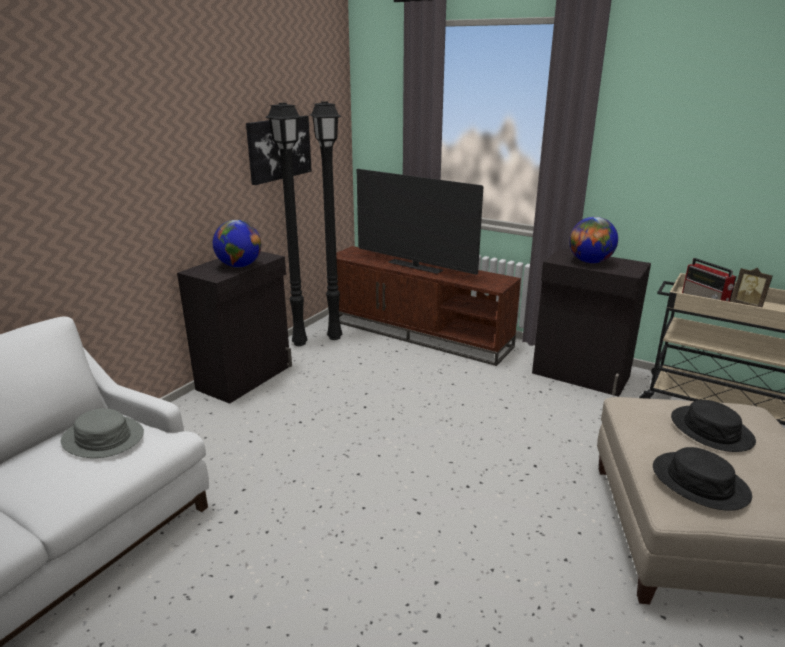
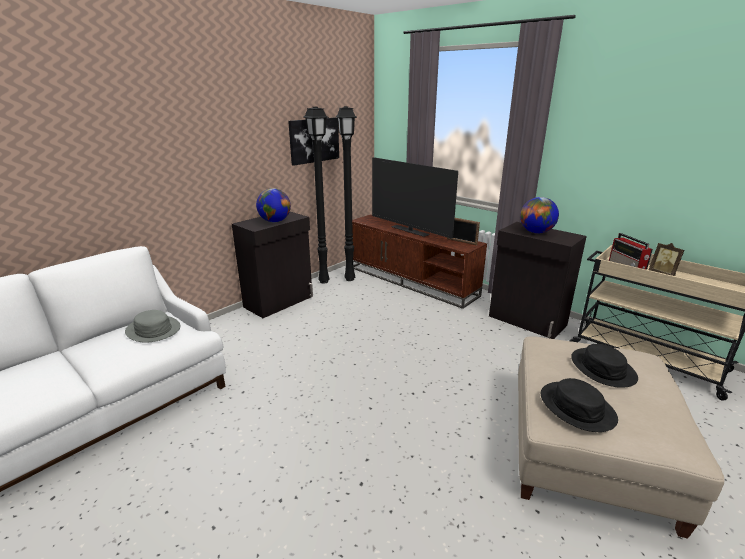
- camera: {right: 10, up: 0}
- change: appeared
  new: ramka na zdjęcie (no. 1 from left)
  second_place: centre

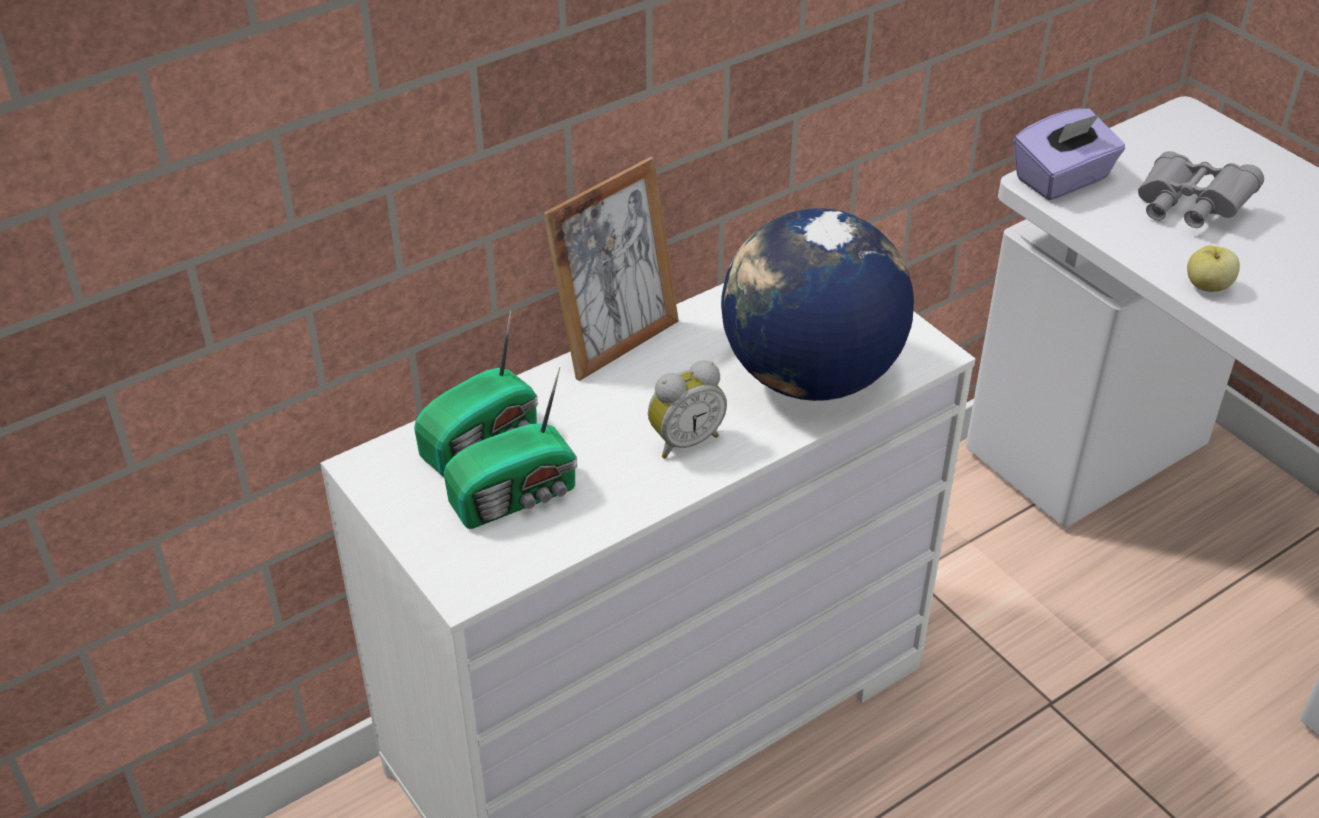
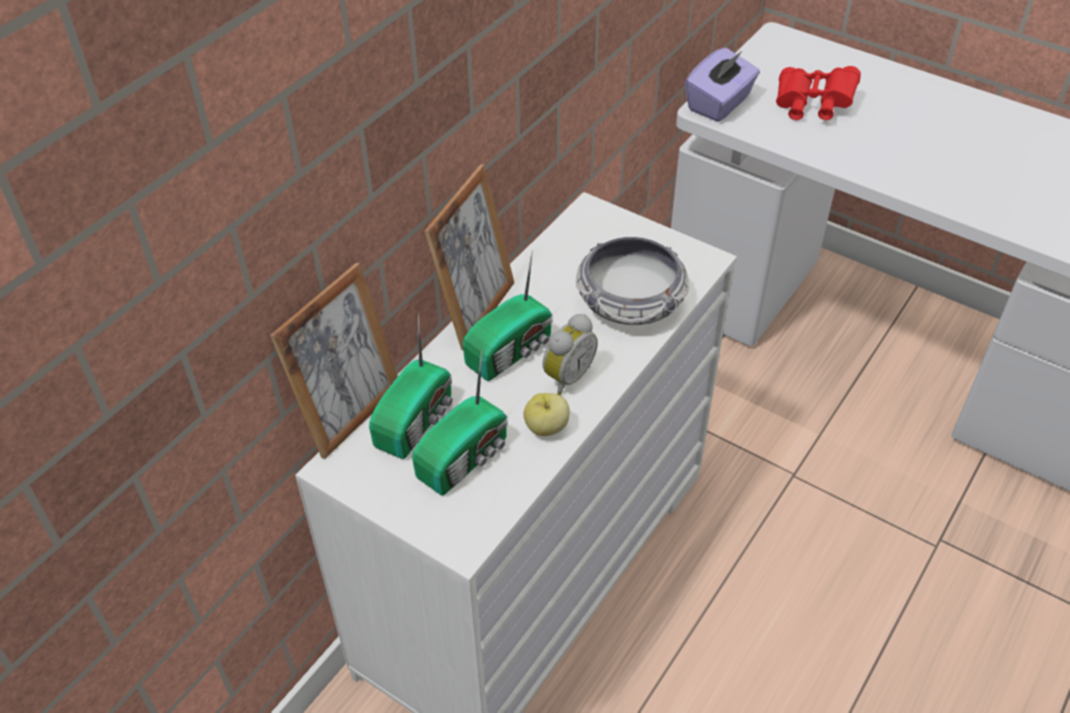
- camera: {right: -20, up: 5}
- change: exchanged
  old: globus
  new: miska
  first_place: centre
  second_place: centre
- change: colour
  old: lornetka [szary]
  new: lornetka [czerwony]
  first_place: top right
  second_place: top right
- change: relocated
  old: jabłko
  first_place: top right
  second_place: centre
- change: appeared
  new: ramka na zdjęcie (no. 1 from left)
  second_place: middle left
- change: appeared
  new: radio (no. 3 from left)
  second_place: centre

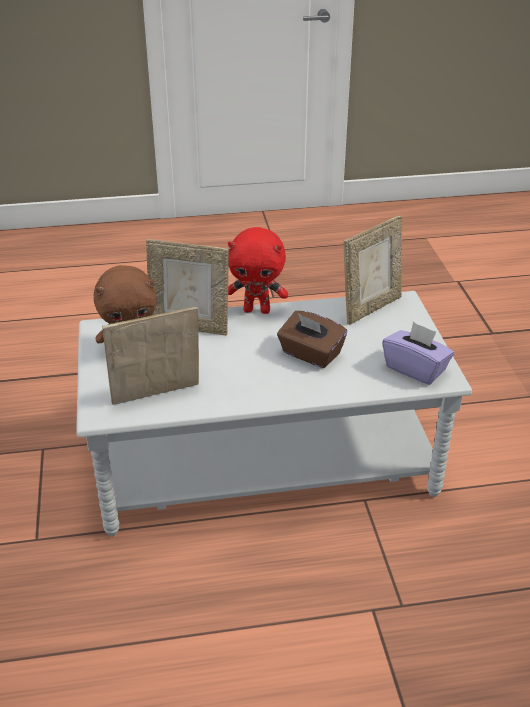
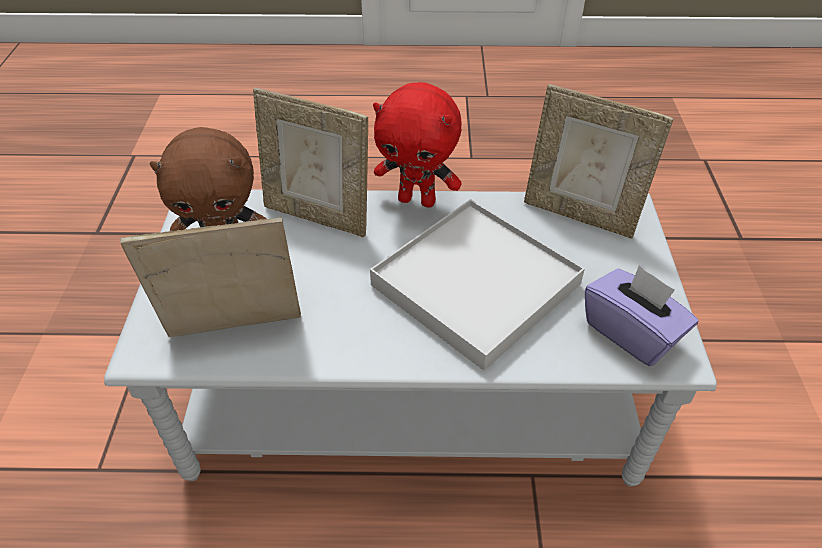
- camera: {right: 10, up: 10}
- change: exchanged
  old: pudełko chusteczek [brązowy]
  new: taca [biały]
  first_place: centre
  second_place: centre
- change: spun
  old: ramka na zdjęcie (no. 3 from left)
  first_place: middle right
  second_place: top right
  degrees: 60

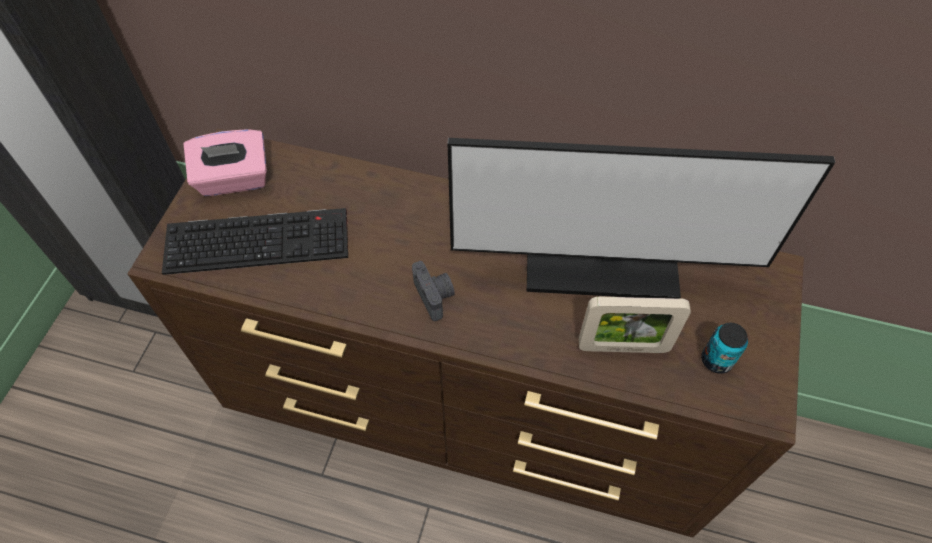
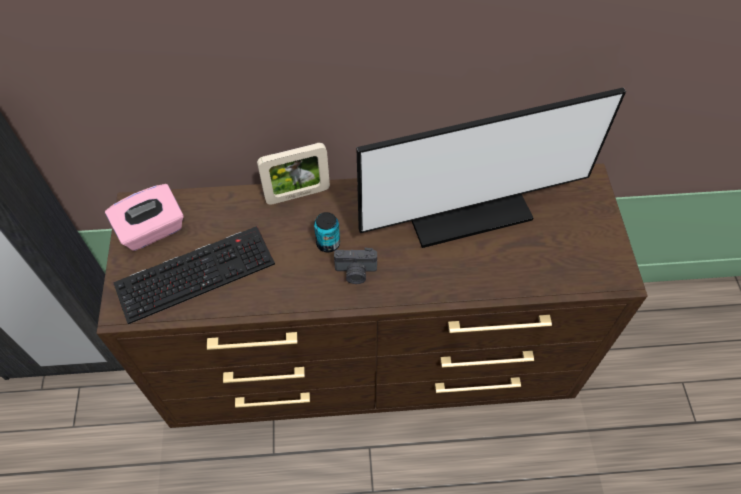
- camera: {right: -20, up: 0}
- change: spun
  old: aparat fotograficzny
  first_place: centre
  second_place: centre
  degrees: 135
- change: relocated
  old: ramka na zdjęcie
  first_place: middle right
  second_place: centre
- change: relocated
  old: puszka
  first_place: middle right
  second_place: centre

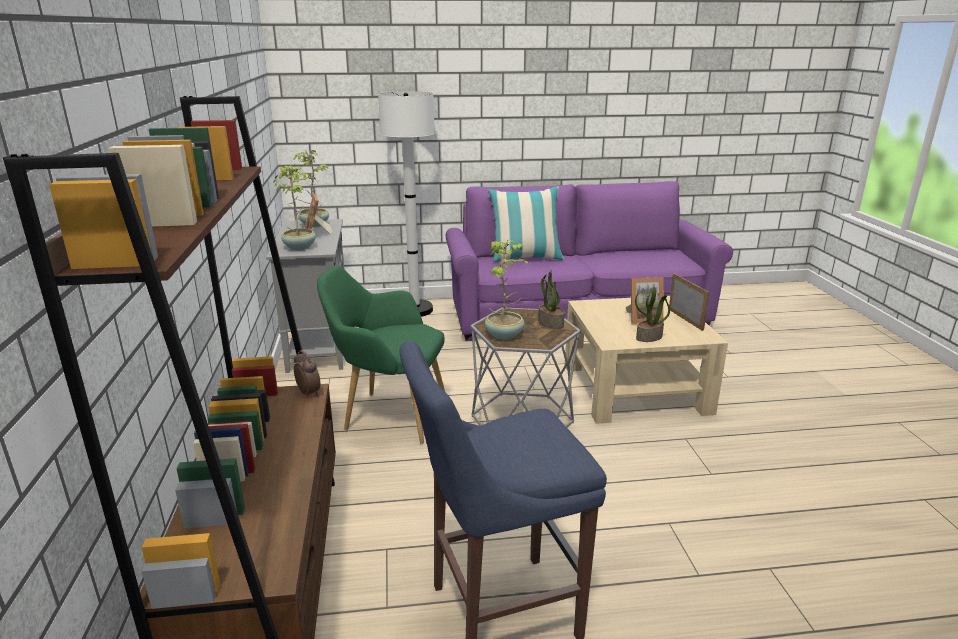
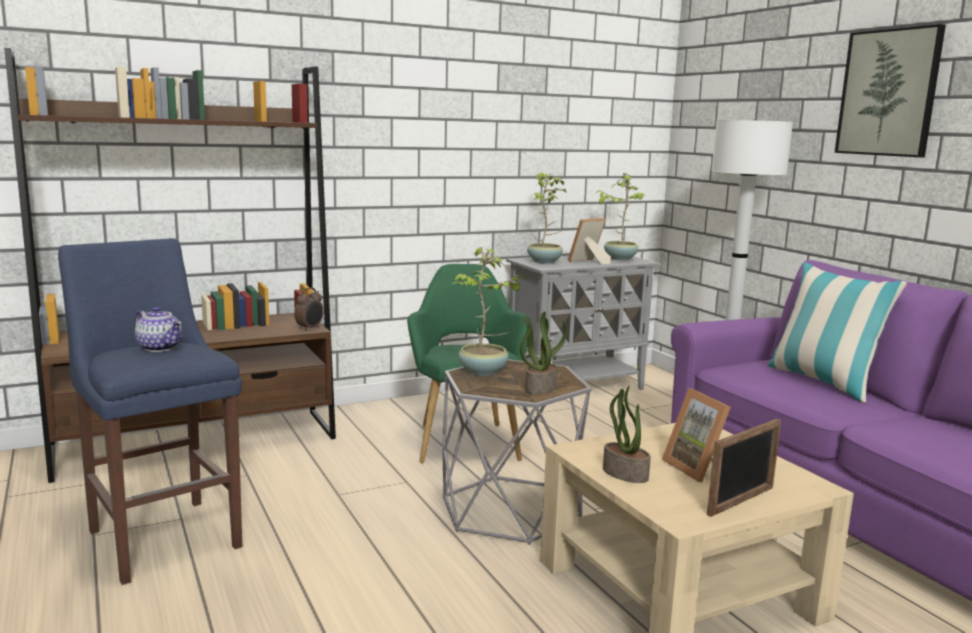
- camera: {right: 70, up: -10}
- change: appeared
  new: imbryk
  second_place: middle left
- change: appeared
  new: obraz
  second_place: top right

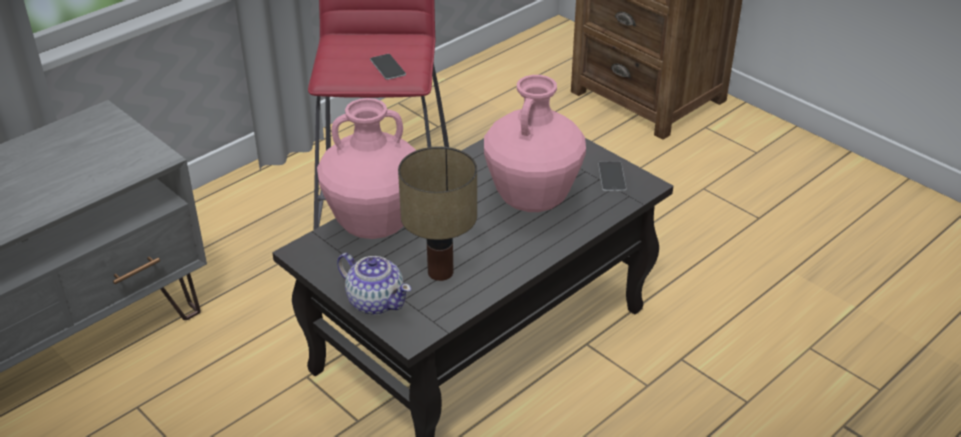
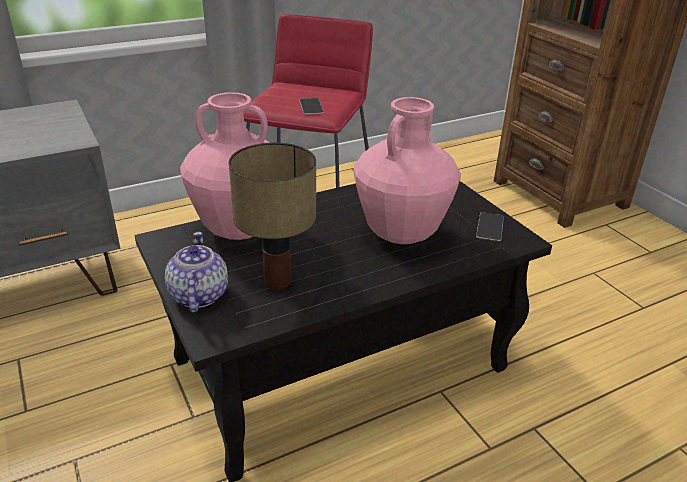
- camera: {right: 15, up: -5}
- change: spun
  old: imbryk
  first_place: centre
  second_place: middle left
  degrees: -150

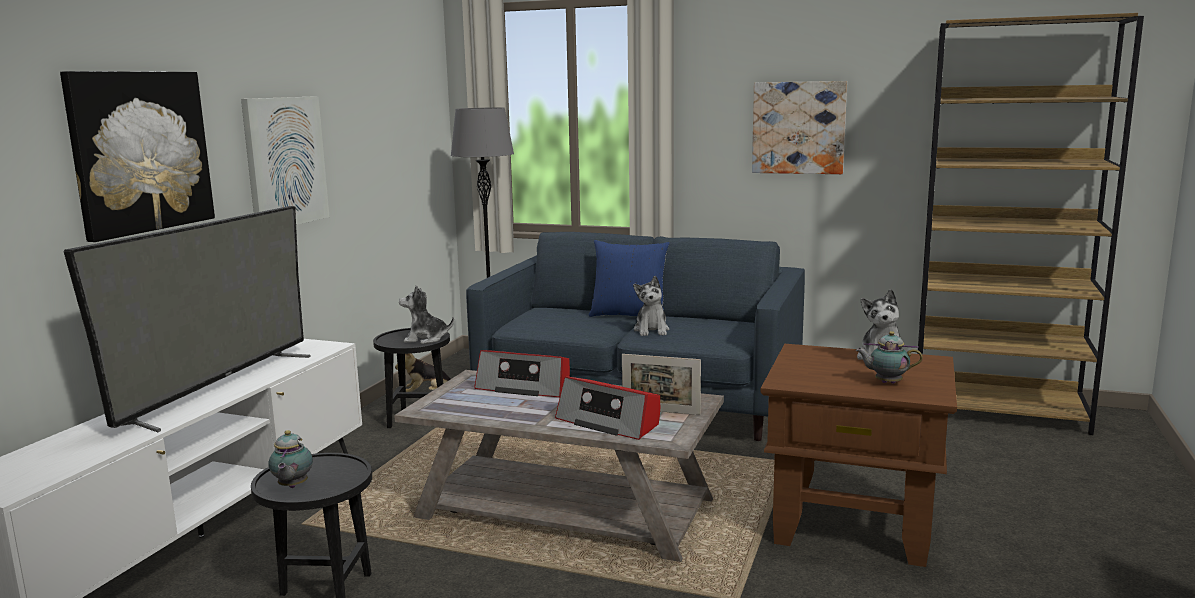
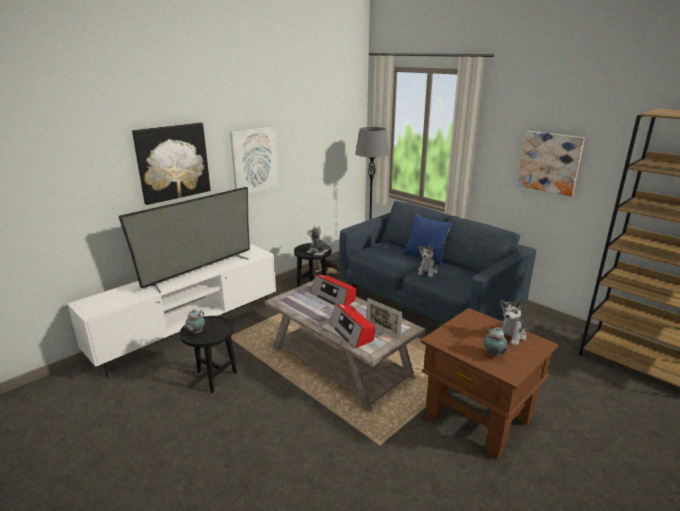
- camera: {right: 25, up: 10}
- change: spun
  old: imbryk (no. 2 from left)
  first_place: middle right
  second_place: bottom right
  degrees: -150

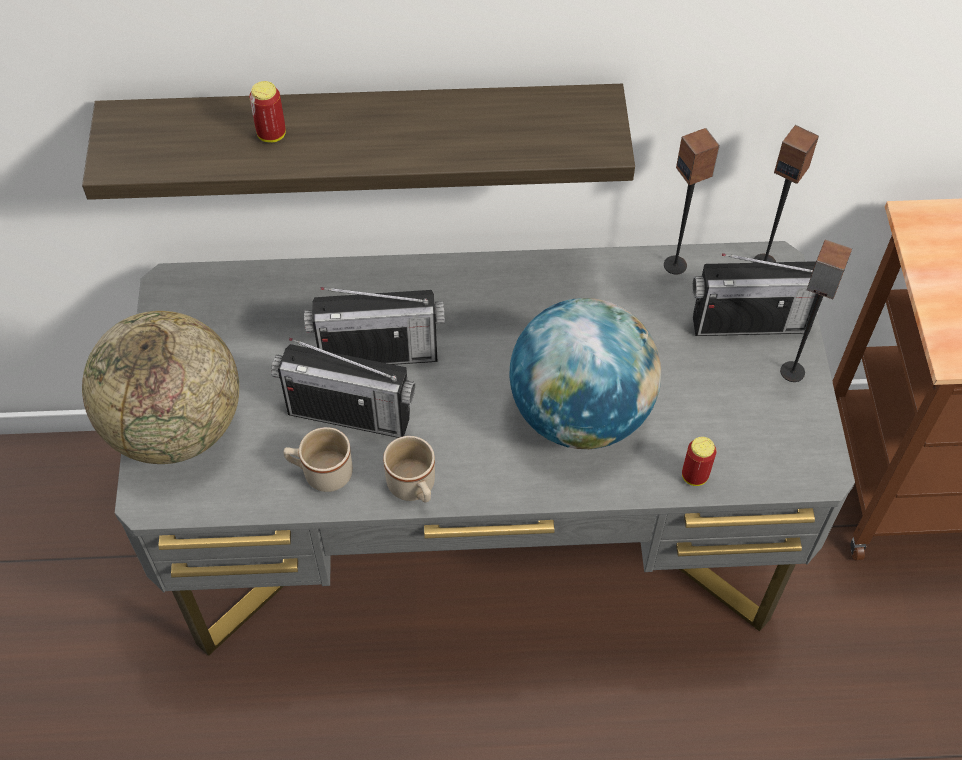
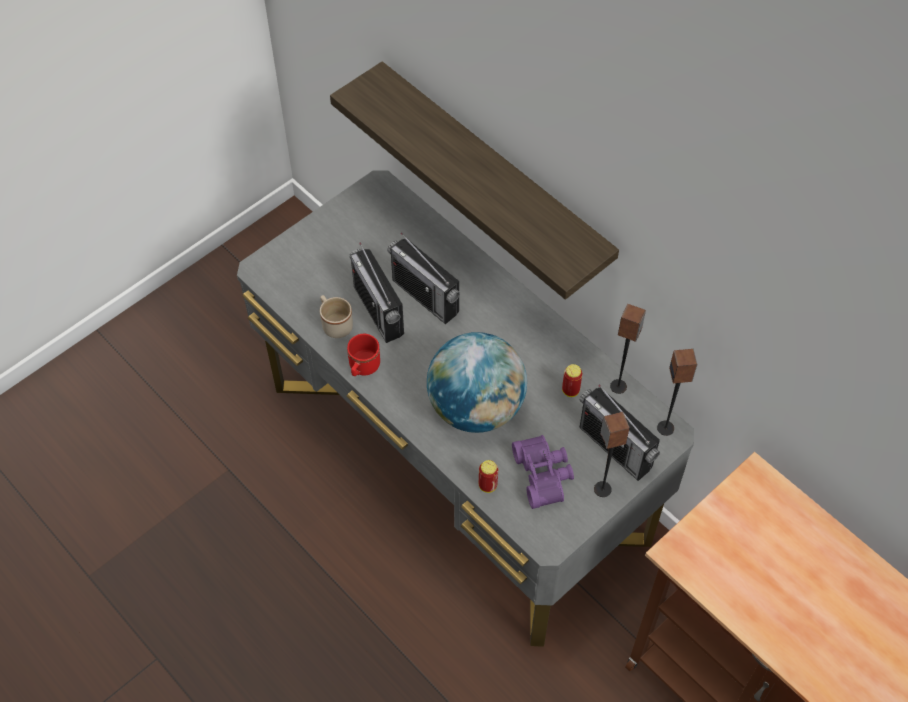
- camera: {right: 50, up: 0}
- change: missing
  old: globus (no. 1 from left)
  first_place: middle left
- change: relocated
  old: puszka (no. 1 from left in the first image)
  new: puszka (no. 2 from left)
  first_place: top left
  second_place: centre
- change: colour
  old: kubek [beżowy] (no. 2 from left)
  new: kubek [czerwony]
  first_place: centre
  second_place: centre
- change: appeared
  new: lornetka [fioletowy]
  second_place: bottom centre

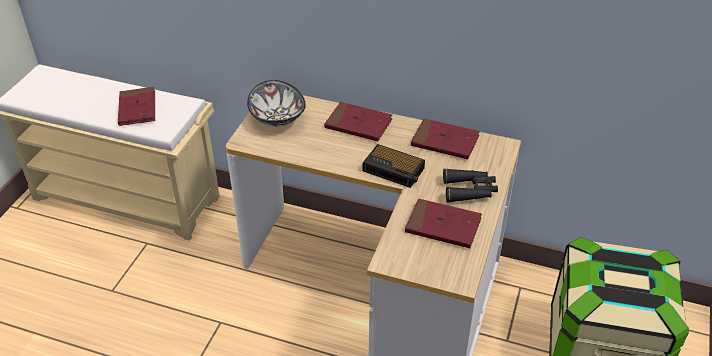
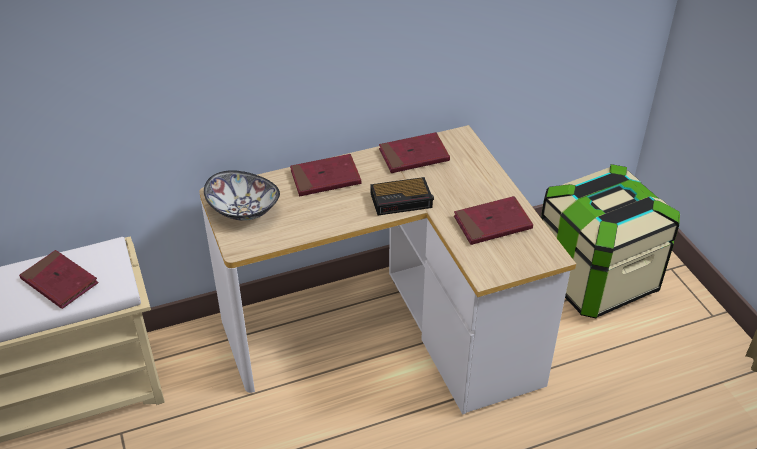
- camera: {right: -40, up: 0}
- change: missing
  old: lornetka [czarny]
  first_place: centre

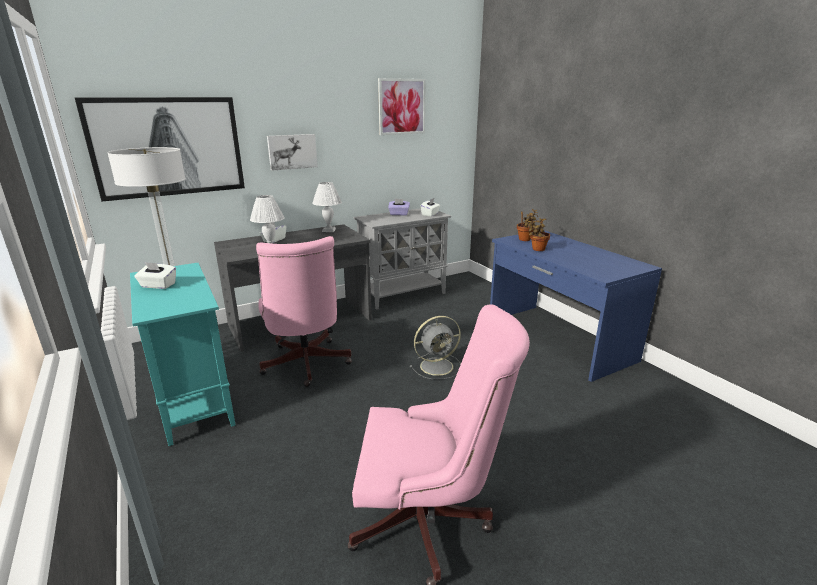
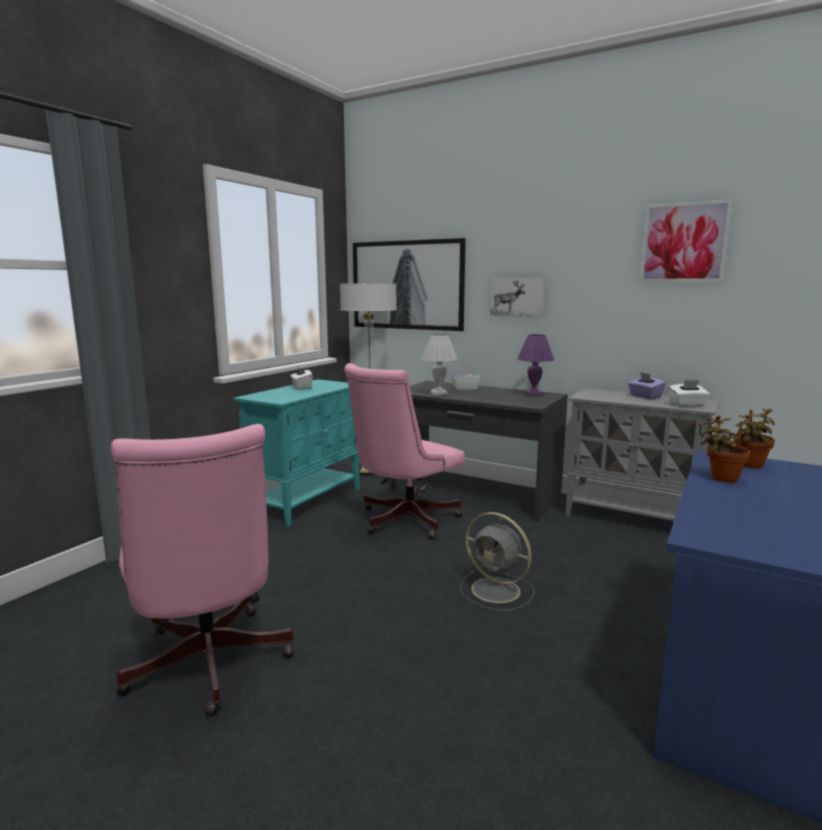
- camera: {right: 60, up: -10}
- change: colour
  old: lampa stołowa [biały] (no. 2 from left)
  new: lampa stołowa [fioletowy]
  first_place: centre
  second_place: centre

